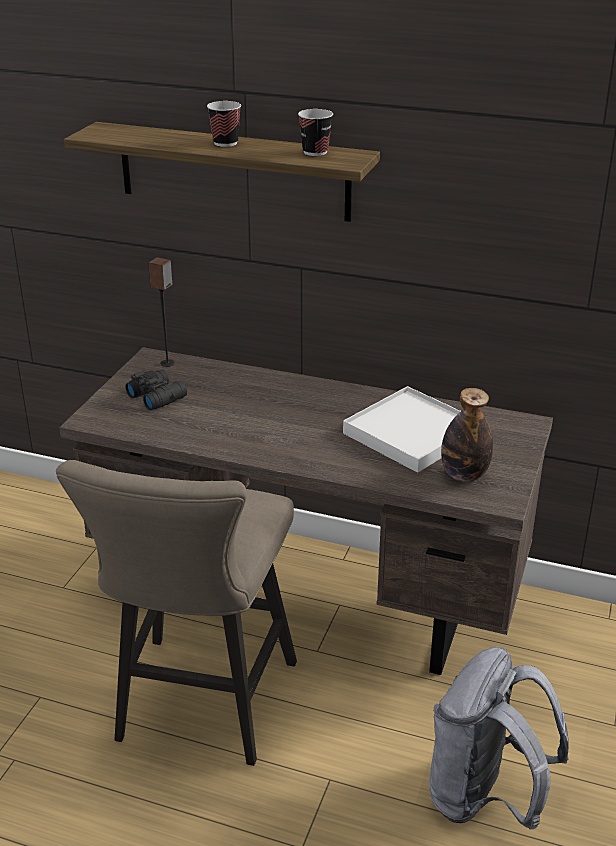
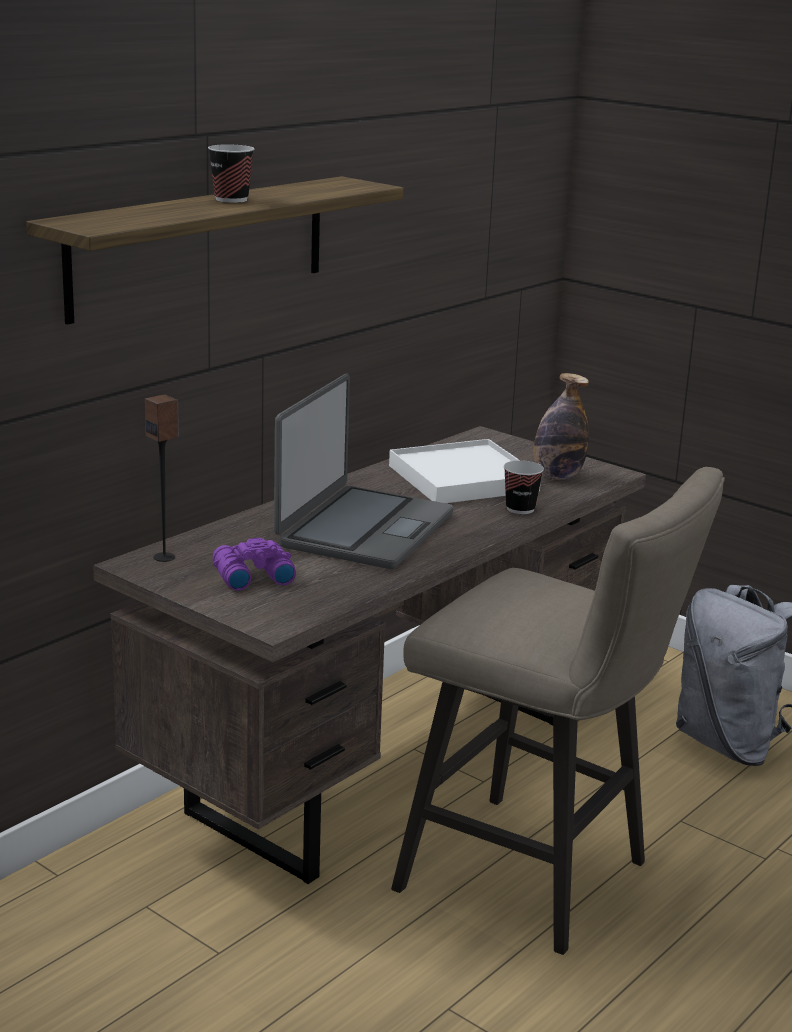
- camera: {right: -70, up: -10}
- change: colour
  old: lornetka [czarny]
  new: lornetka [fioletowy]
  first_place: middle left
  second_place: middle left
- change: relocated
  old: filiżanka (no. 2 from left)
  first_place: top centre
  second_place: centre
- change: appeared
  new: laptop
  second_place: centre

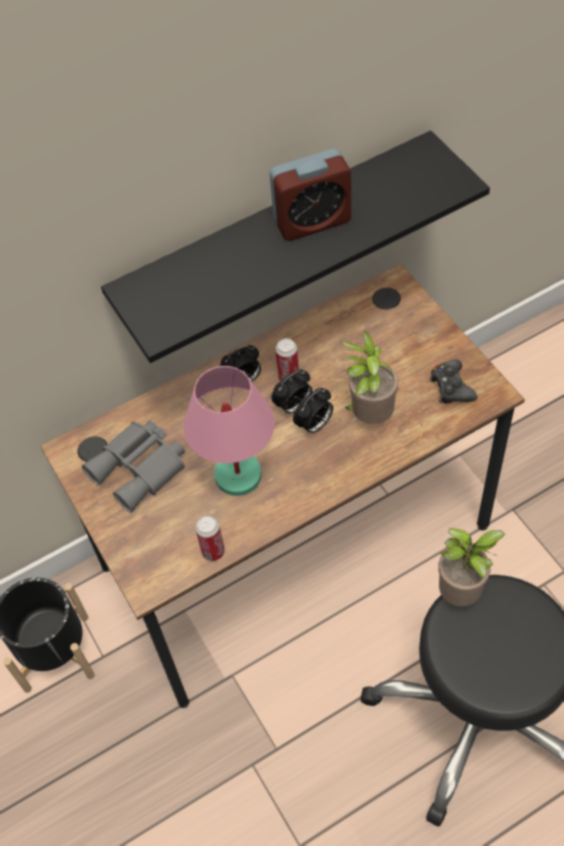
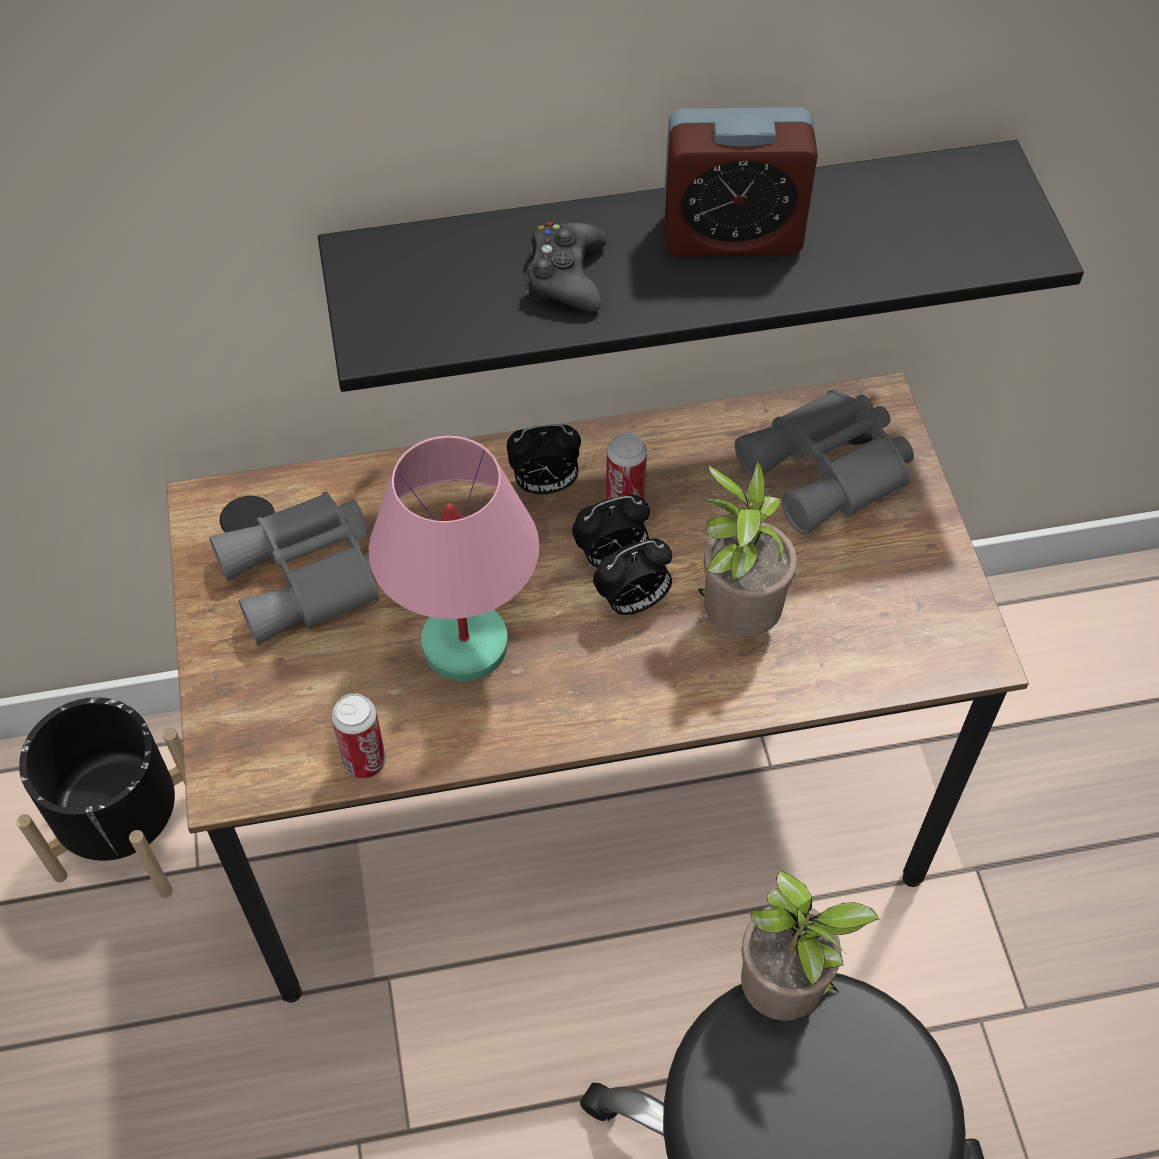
- camera: {right: 15, up: 0}
- change: relocated
  old: pad do gier [czarny]
  first_place: middle right
  second_place: top centre
- change: appeared
  new: lornetka [szary] (no. 2 from left)
  second_place: middle right

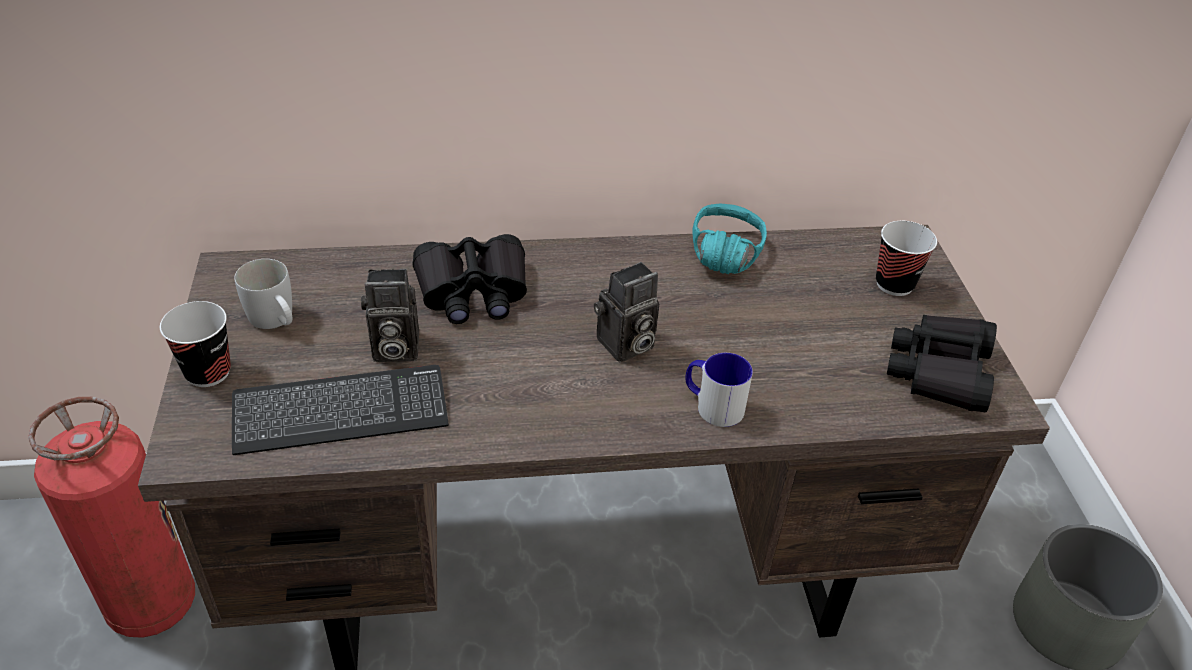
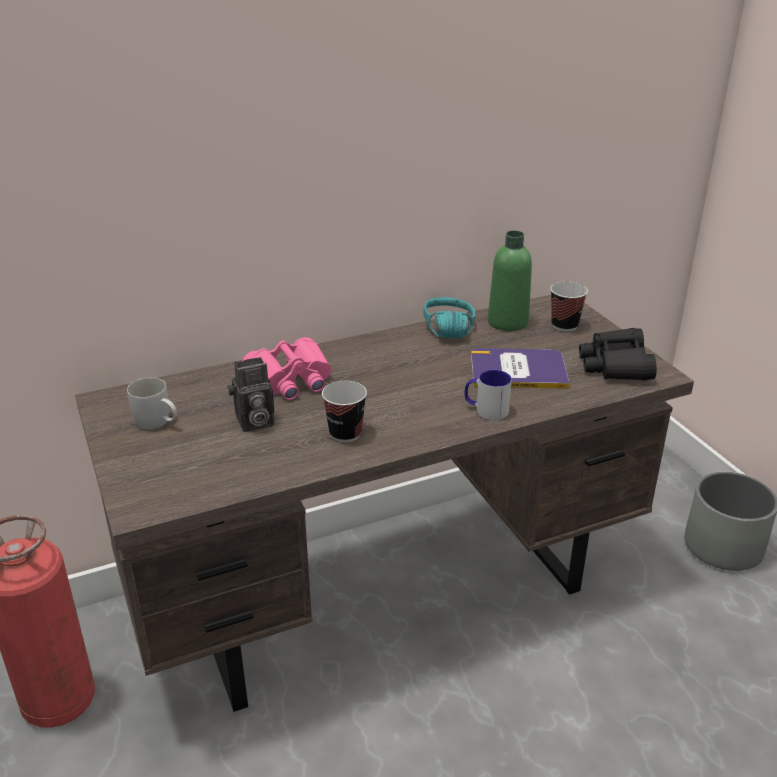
- camera: {right: -15, up: -10}
- change: relocated
  old: filiżanka (no. 1 from left)
  first_place: middle left
  second_place: centre
- change: missing
  old: klawiatura
  first_place: middle left
- change: colour
  old: lornetka [czarny] (no. 1 from left)
  new: lornetka [różowy]
  first_place: centre
  second_place: centre
- change: missing
  old: aparat fotograficzny (no. 2 from left)
  first_place: centre
- change: appeared
  new: książka
  second_place: middle right
- change: appeared
  new: butelka [zielony]
  second_place: centre

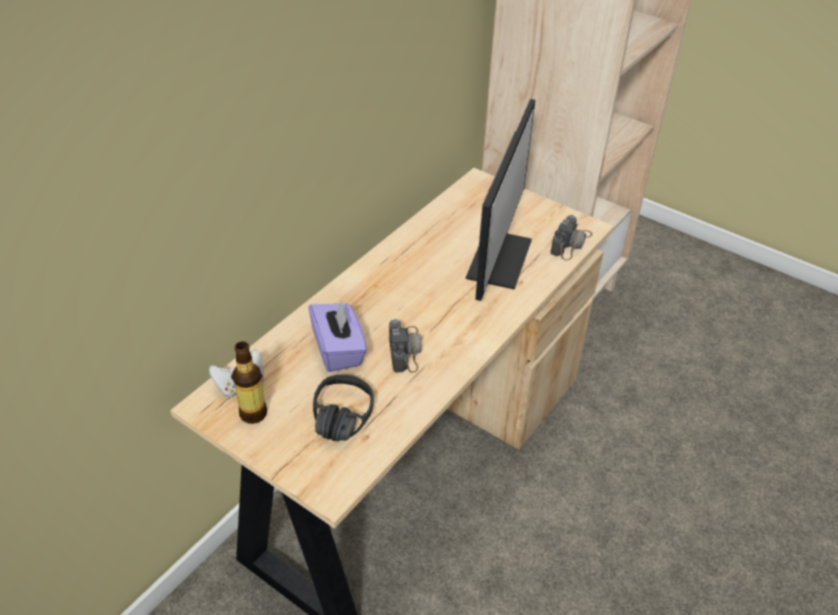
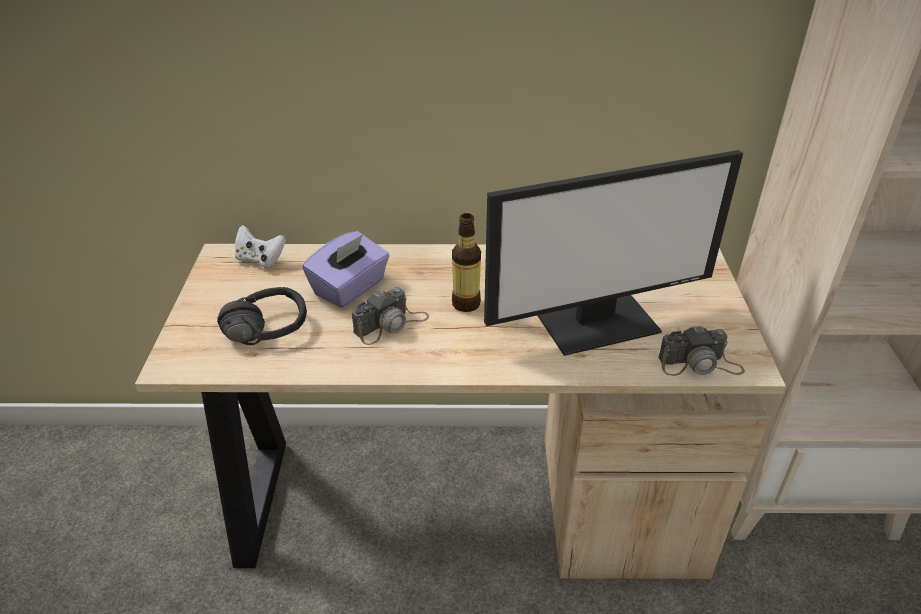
- camera: {right: 55, up: -5}
- change: relocated
  old: butelka
  first_place: middle left
  second_place: centre

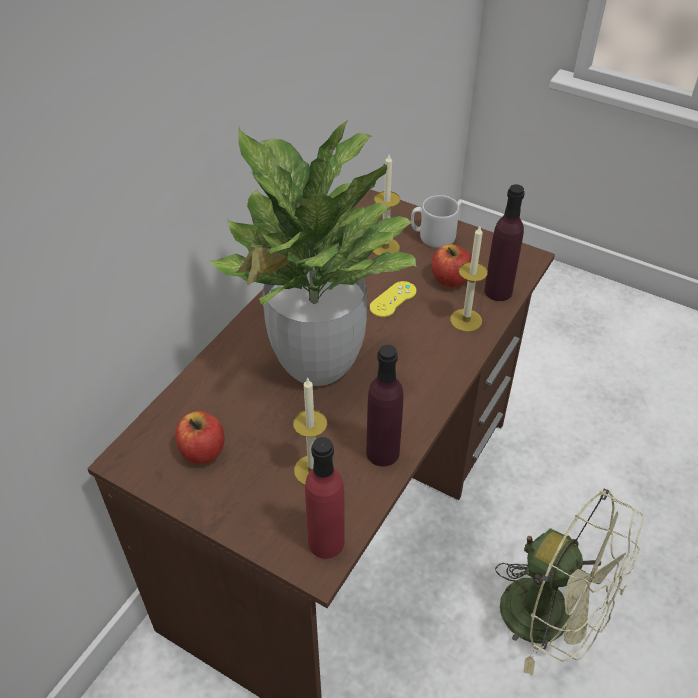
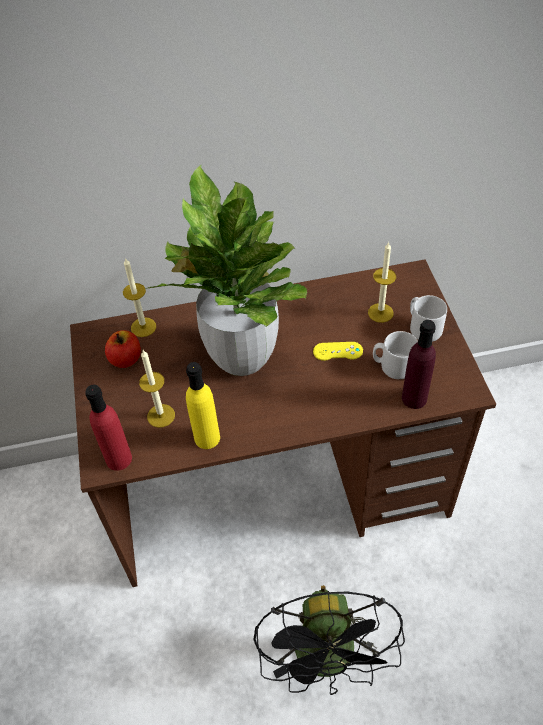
- camera: {right: 50, up: 5}
- change: colour
  old: butelka [fioletowy] (no. 1 from left)
  new: butelka [żółty]
  first_place: centre
  second_place: centre
- change: exchanged
  old: jabłko (no. 2 from left)
  new: kubek [szary] (no. 1 from left)
  first_place: centre
  second_place: middle right
- change: relocated
  old: świeca (no. 3 from left in the first image)
  new: świeca (no. 1 from left)
  first_place: middle right
  second_place: middle left
- change: colour
  old: wentylator [zielony]
  new: wentylator [czarny]
  first_place: bottom right
  second_place: bottom centre

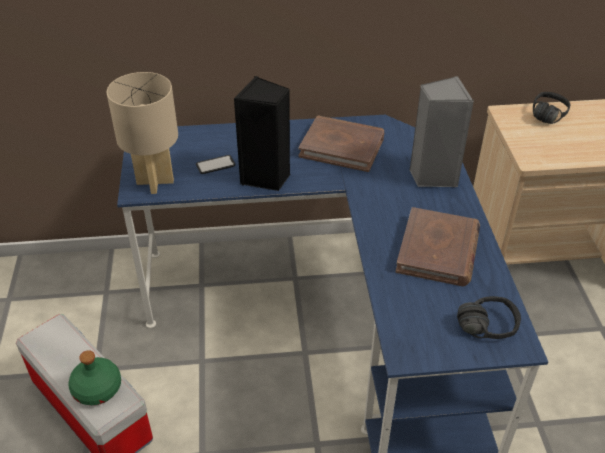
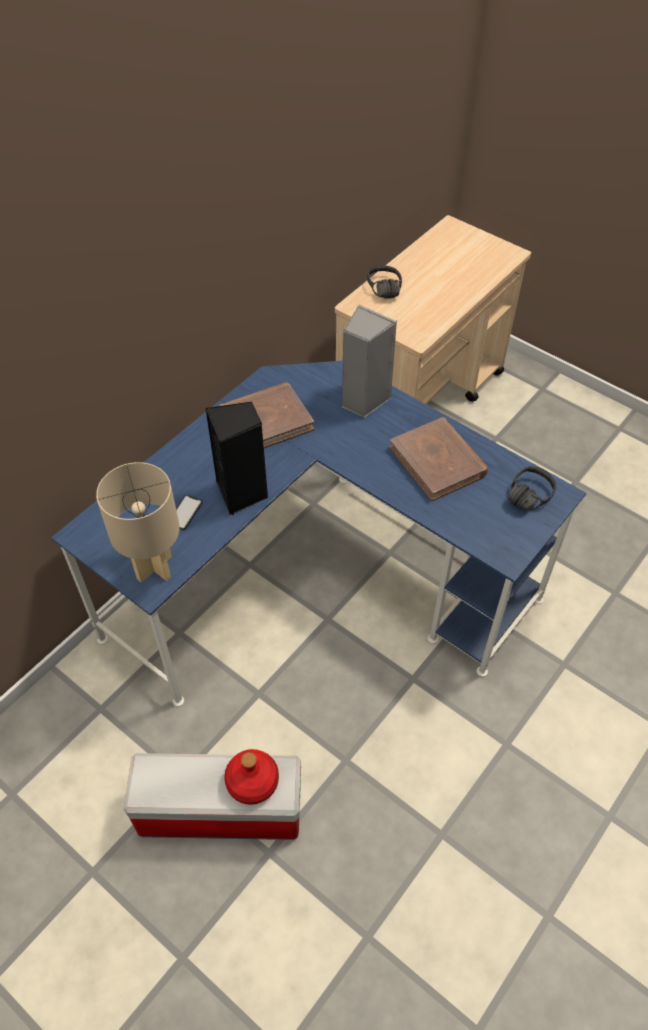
- camera: {right: -45, up: 10}
- change: colour
  old: butelka [zielony]
  new: butelka [czerwony]
  first_place: bottom left
  second_place: bottom centre

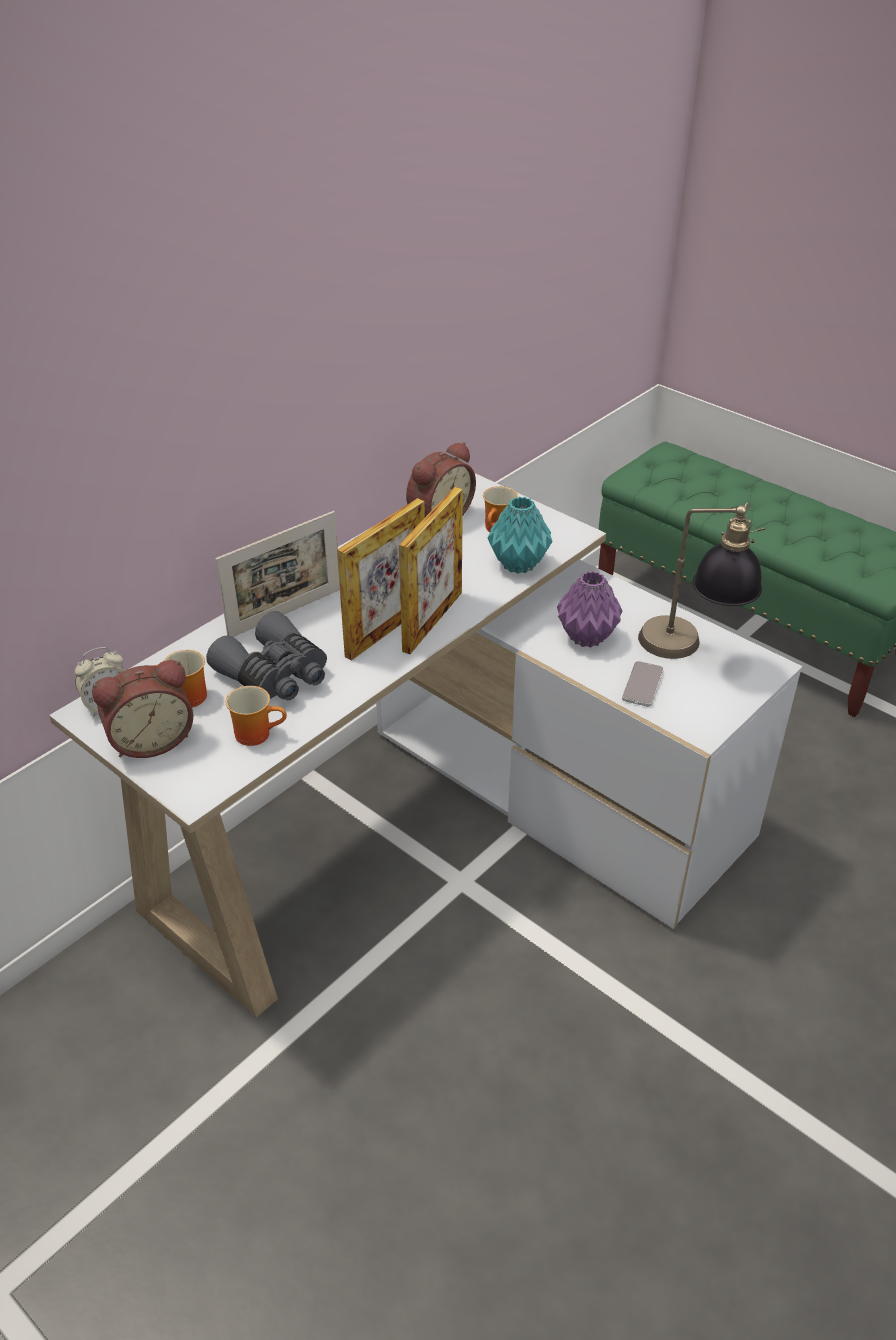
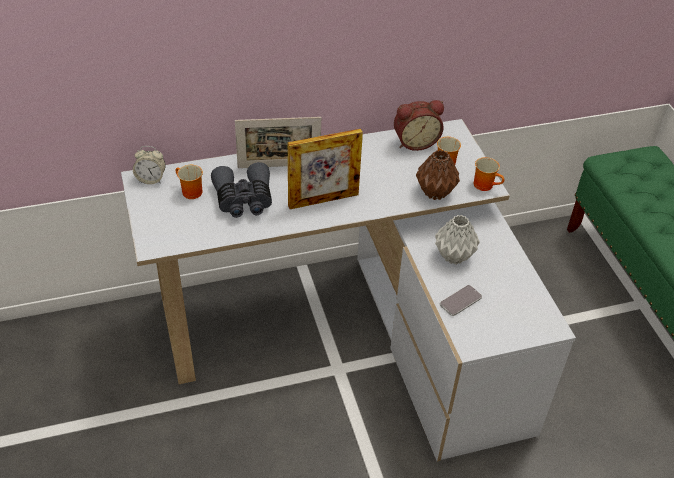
- camera: {right: 30, up: 5}
- change: missing
  old: budzik (no. 2 from left)
  first_place: middle left
- change: relocated
  old: kubek (no. 2 from left in the first image)
  new: kubek (no. 3 from left)
  first_place: middle left
  second_place: middle right
- change: missing
  old: ramka na zdjęcie (no. 3 from left)
  first_place: centre
- change: colour
  old: wazon [turkusowy]
  new: wazon [brązowy]
  first_place: centre
  second_place: centre
- change: colour
  old: wazon [fioletowy]
  new: wazon [szary]
  first_place: centre
  second_place: middle right
- change: missing
  old: lampa stołowa
  first_place: middle right

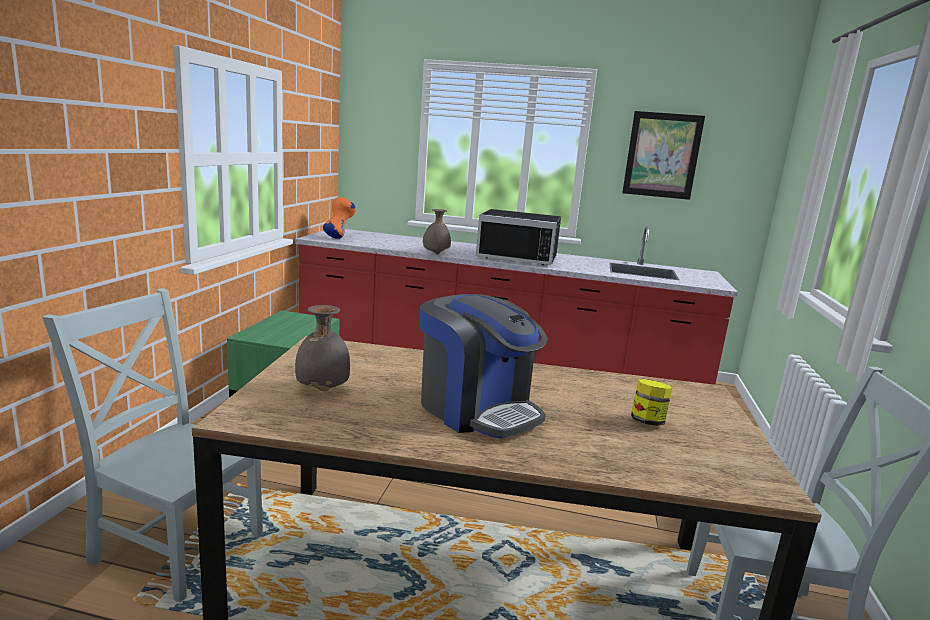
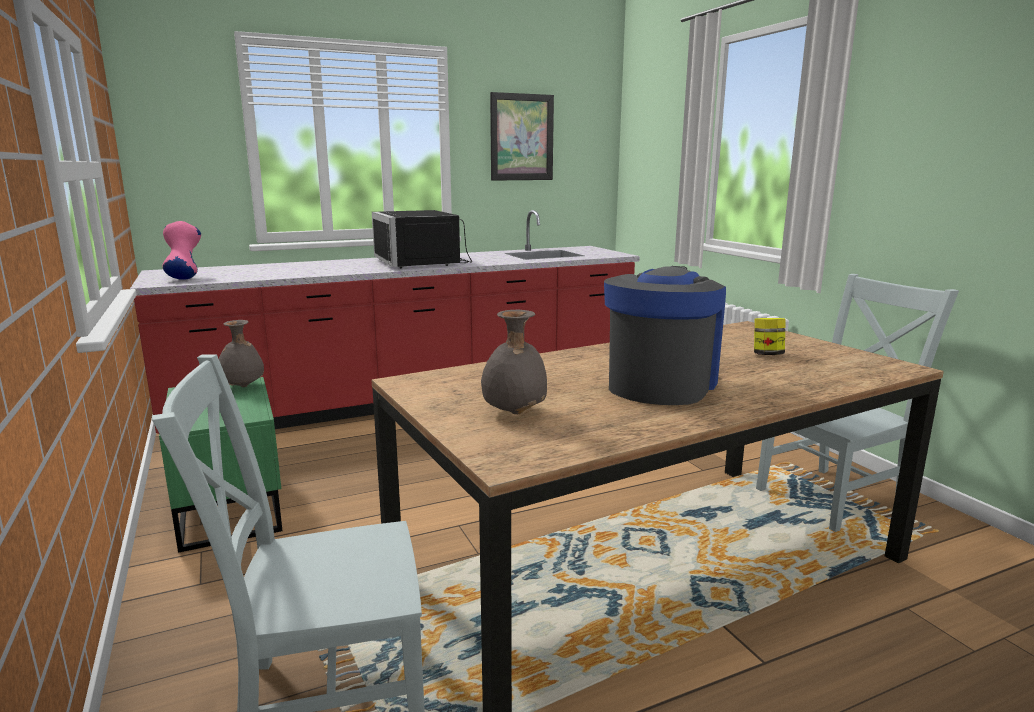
- camera: {right: -35, up: 0}
- change: colour
  old: wazon [pomarańczowy]
  new: wazon [różowy]
  first_place: centre
  second_place: middle left
- change: spun
  old: ekspres do kawy
  first_place: centre
  second_place: centre
  degrees: -75
- change: relocated
  old: wazon [szary] (no. 2 from left in the first image)
  new: wazon [szary] (no. 1 from left)
  first_place: centre
  second_place: middle left
- change: spun
  old: mikrofalówka [czarny]
  first_place: centre
  second_place: centre
  degrees: 90

